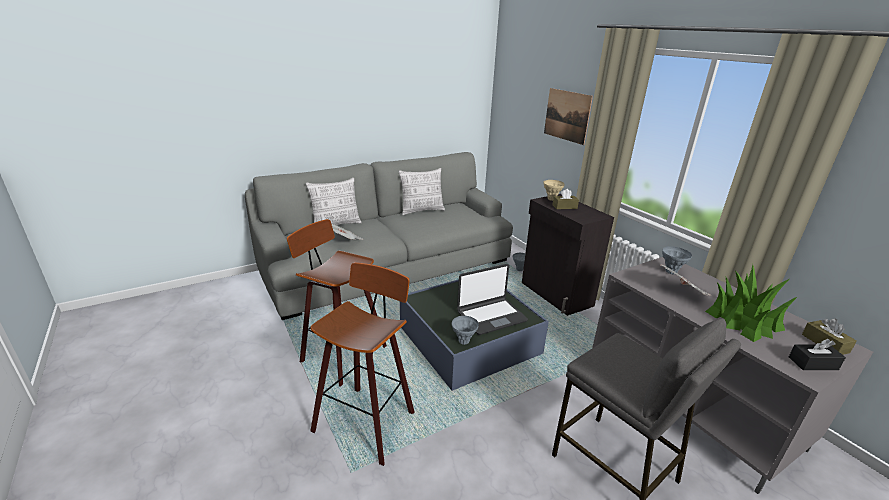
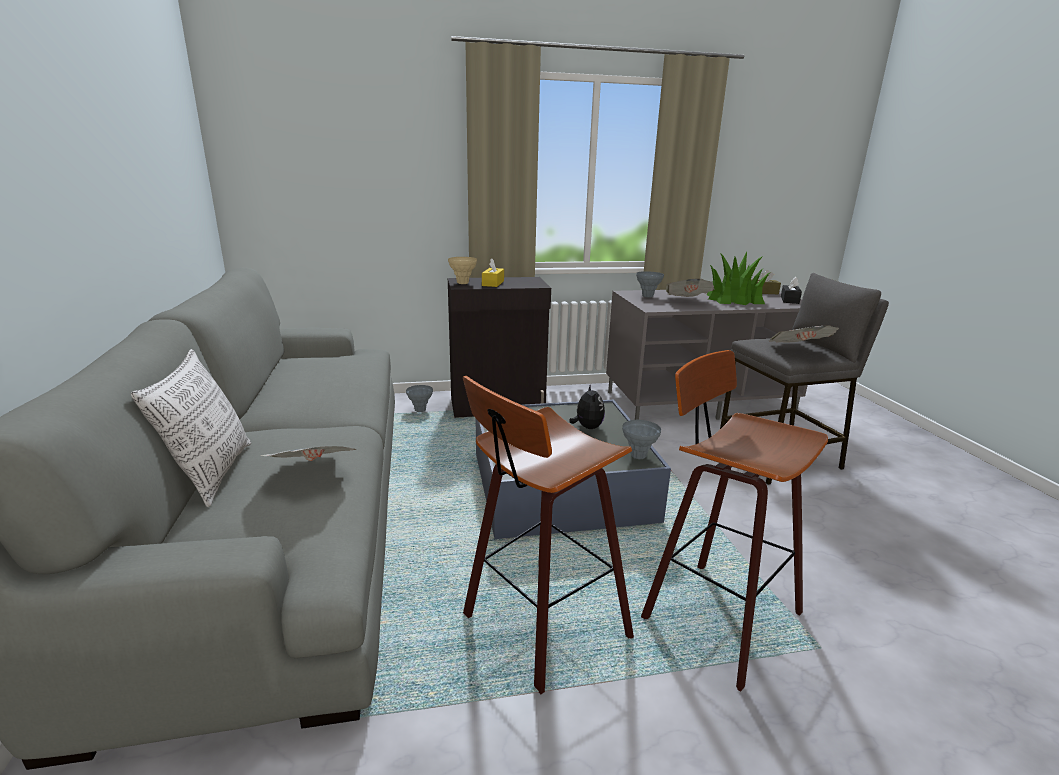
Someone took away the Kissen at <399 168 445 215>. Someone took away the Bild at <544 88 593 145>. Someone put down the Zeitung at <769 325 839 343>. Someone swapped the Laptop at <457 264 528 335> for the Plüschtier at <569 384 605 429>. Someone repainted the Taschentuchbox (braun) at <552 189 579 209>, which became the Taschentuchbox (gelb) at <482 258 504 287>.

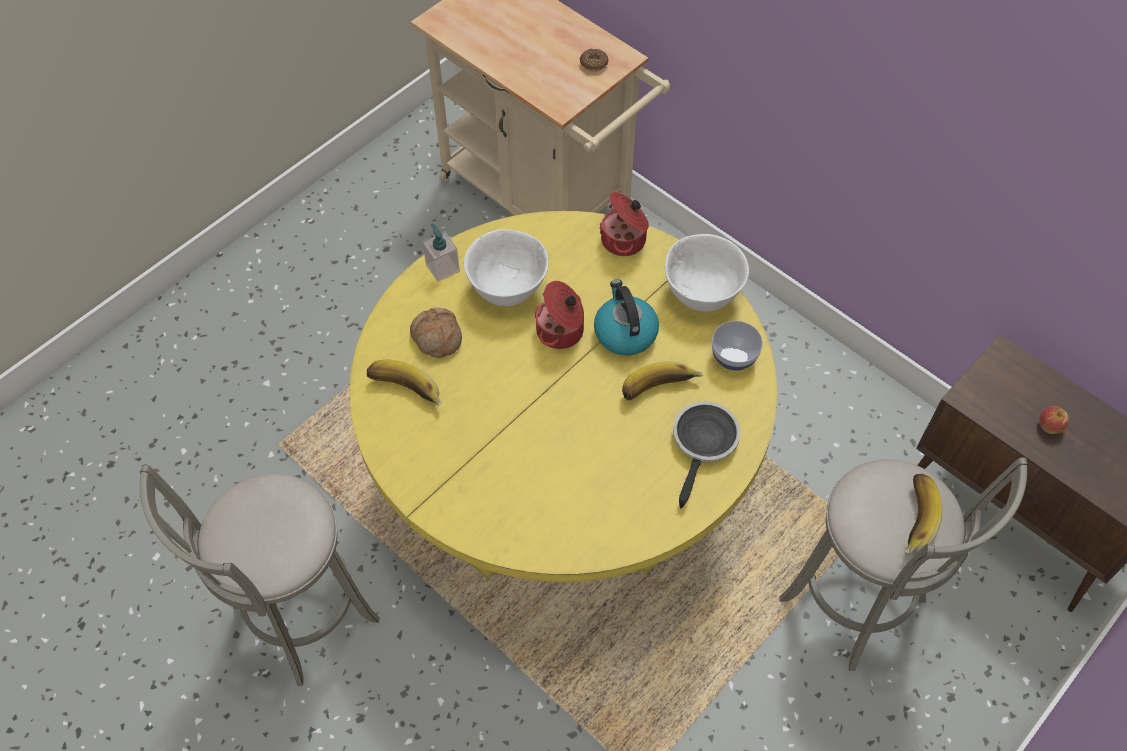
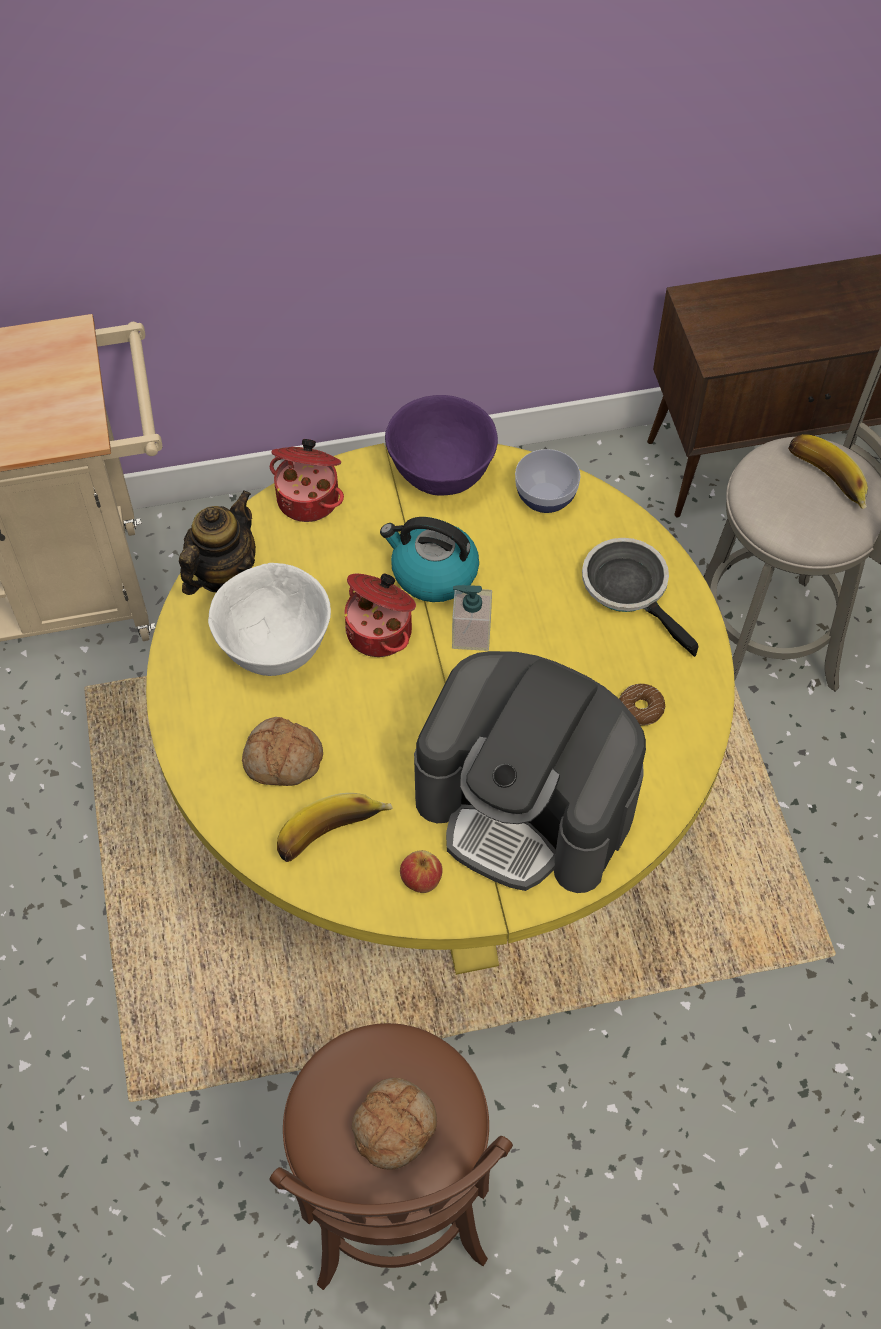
Someone took away the Banane at <622 361 703 401>. Someone put down the Teekanne at <179 490 256 595>. Someone put down the Brot at <352 1078 437 1170>. Someone put down the Kaffeemaschine at <414 651 646 893>. Someone carried the Seifenspender from <422 223 460 282> to <452 585 492 651>. Someone carried the Donut from <580 49 609 72> to <619 684 665 726>. Someone carried the Apfel from <1039 406 1069 434> to <400 850 443 893>. Someone repainted the Hocker (grau) at <140 465 379 686>, which became the Hocker (braun) at <270 1023 513 1290>. Someone repainted the Schüssel (weiß) at <665 234 749 312>, which became the Schüssel (lila) at <385 395 498 496>.

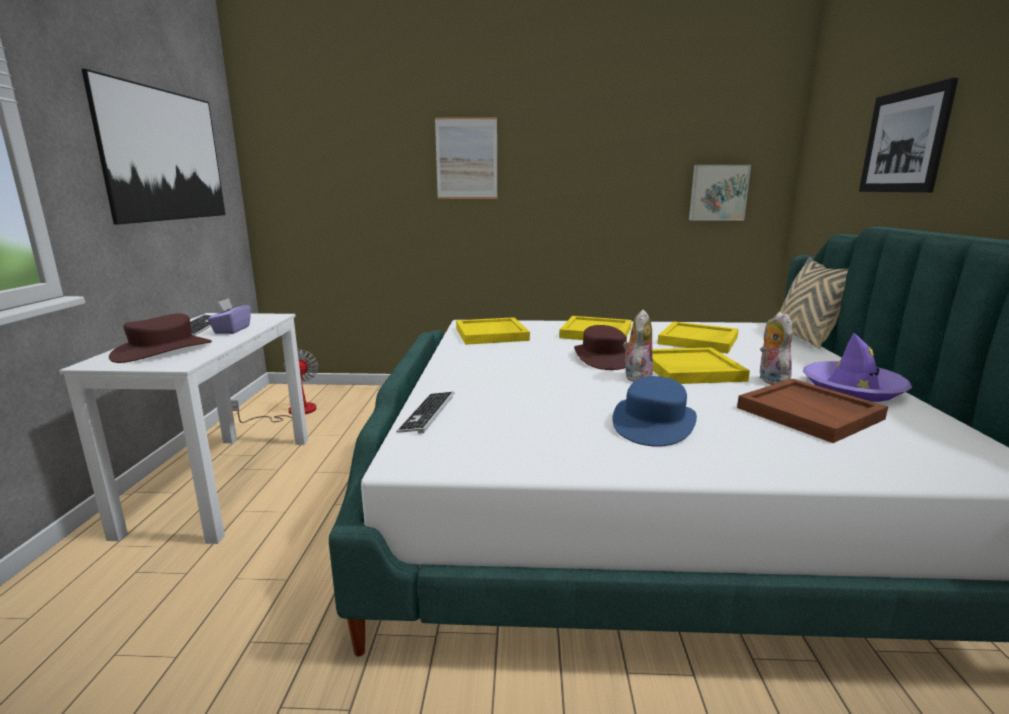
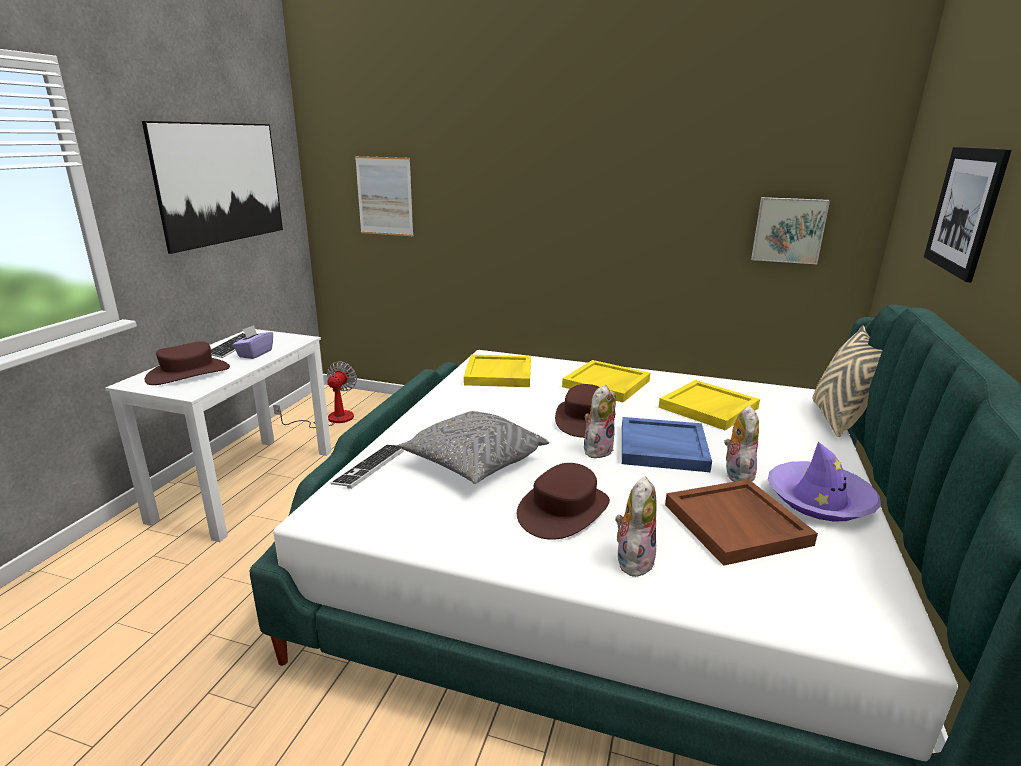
Someone put down the Kissen (grau) at <398 411 549 484>. Someone put down the Plüschtier at <615 476 657 577>. Someone carried the Bild from <435 117 497 199> to <355 156 414 236>. Someone repainted the Hut (blau) at <612 376 697 447>, which became the Hut (braun) at <517 463 610 540>. Someone repainted the Tablett (gelb) at <652 347 750 384>, which became the Tablett (blau) at <622 417 712 472>.

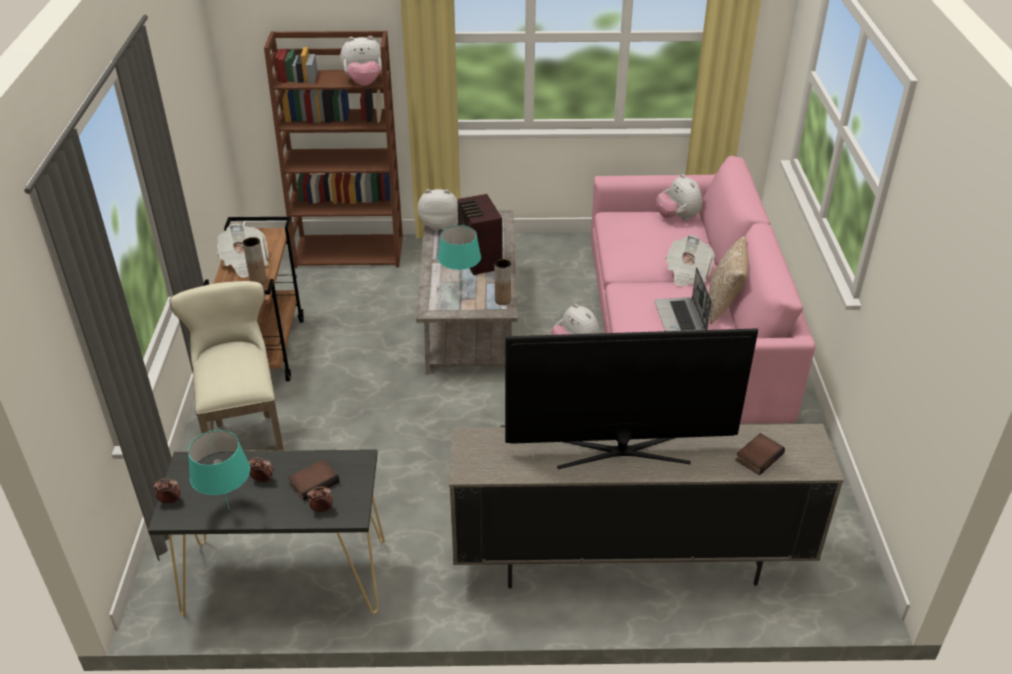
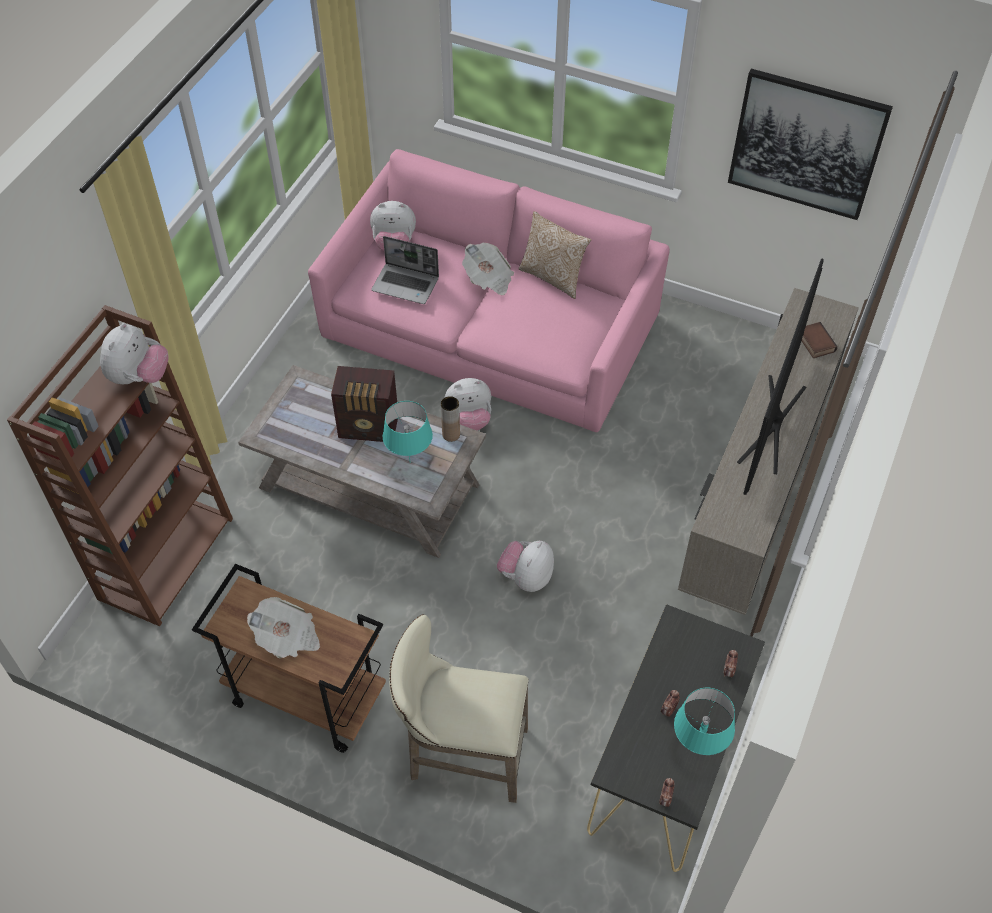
Someone took away the Vase (braun) at <243 237 267 285>. Someone took away the Buch at <288 459 339 501>. Someone put up the Bild at <728 69 893 220>. Someone carried the Plüschtier from <417 189 458 230> to <497 541 554 592>. Someone carried the Laptop from <654 267 712 331> to <371 236 439 304>.

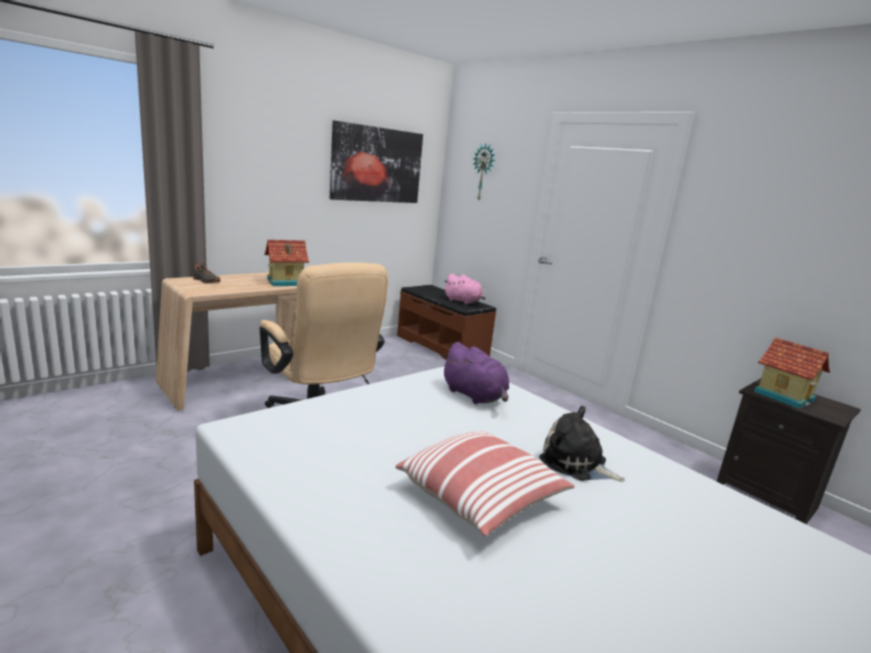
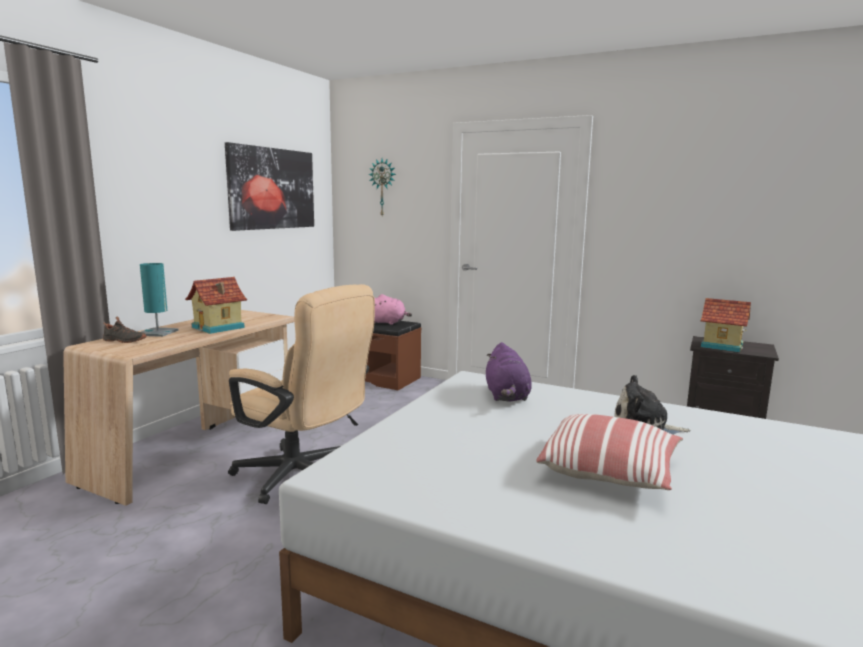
Someone put down the Tischlampe (türkis) at <140 263 179 337>. Someone rotated the Plüschtier (lila) at <441 342 509 404> by 60 degrees clockwise.

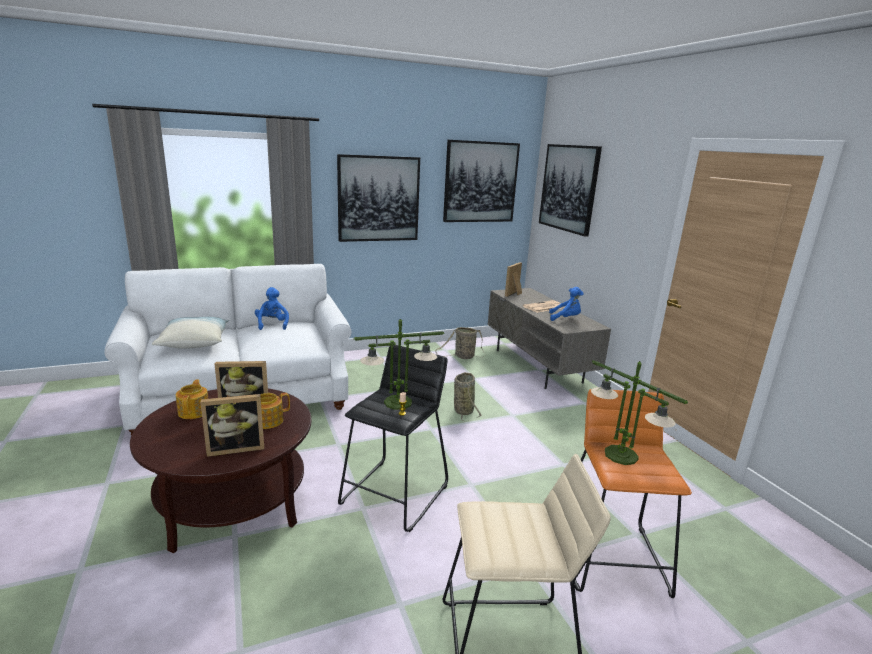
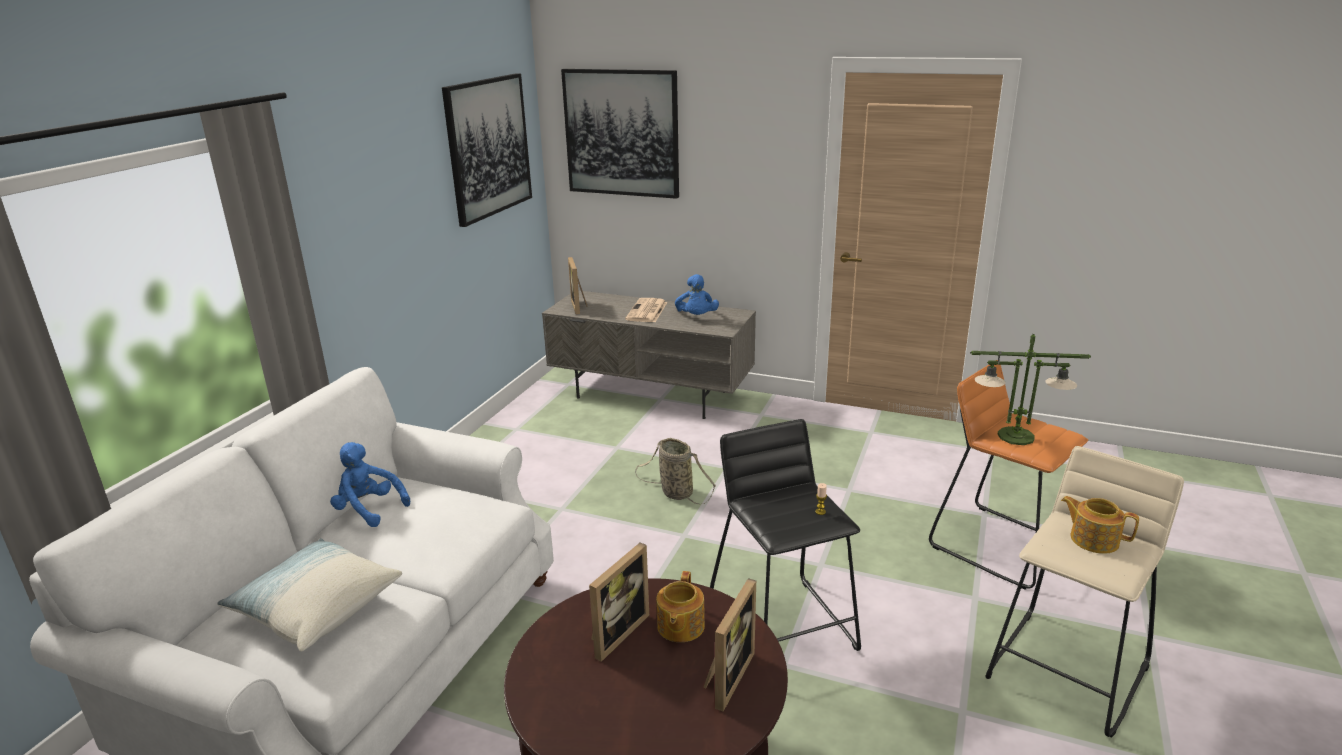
Someone took away the Bild at <337 154 420 242>. Someone took away the Tischlampe at <353 319 444 410>. Someone took away the Korb at <435 327 485 359>. Someone carried the Teekanne from <176 379 208 419> to <1061 496 1139 554>. Someone rotated the Plüschtier (blau) at <549 287 584 321> by 120 degrees clockwise.

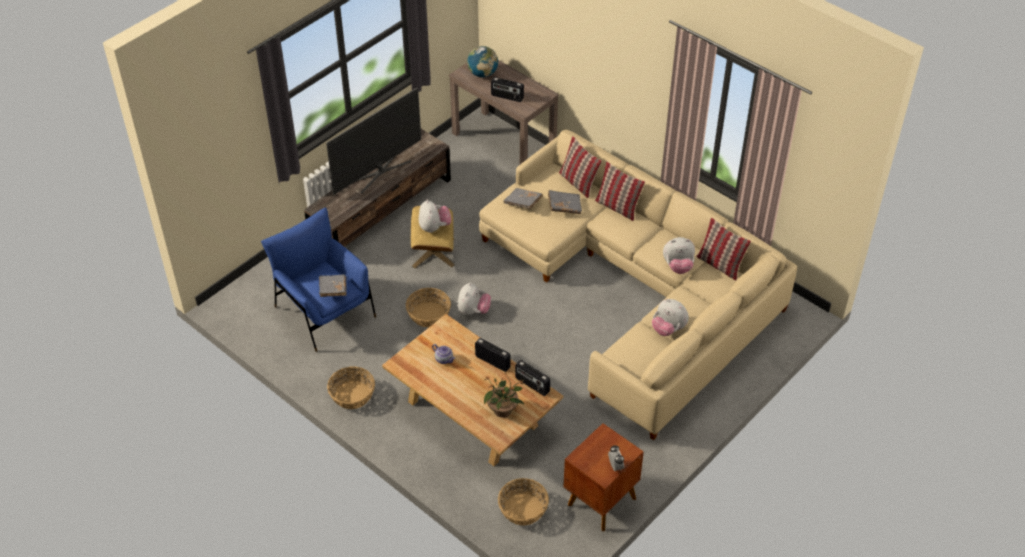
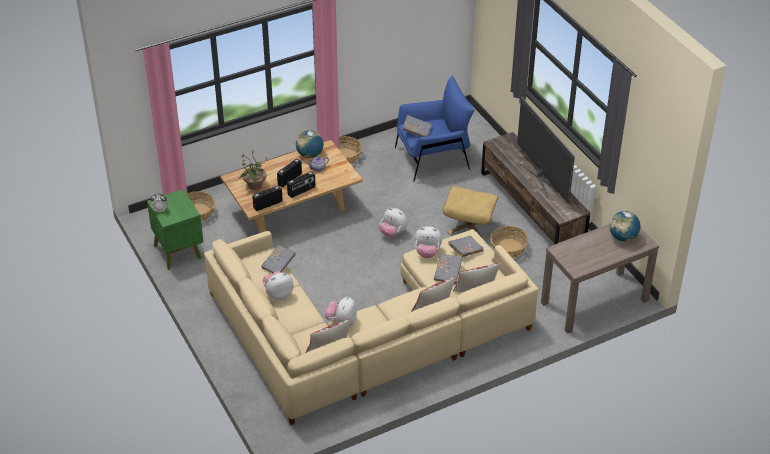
Someone put down the Buch (grau) at <261 245 296 273>. Someone put down the Globus at <296 130 323 158>. Someone carried the Korb from <406 288 451 327> to <490 226 529 258>. Someone carried the Plüschtier from <419 200 451 233> to <414 226 442 258>. Someone carried the Radio from <491 77 524 102> to <277 159 302 188>. Someone repainted the Nachttisch (braun) at <563 423 644 531>, which became the Nachttisch (grün) at <147 189 204 270>.

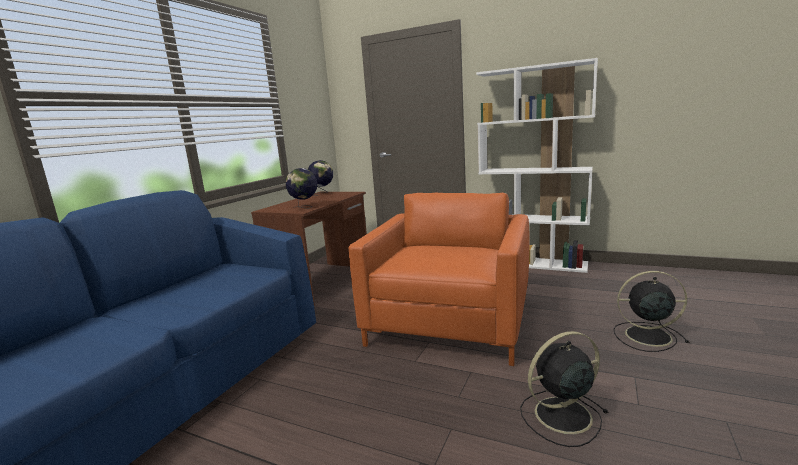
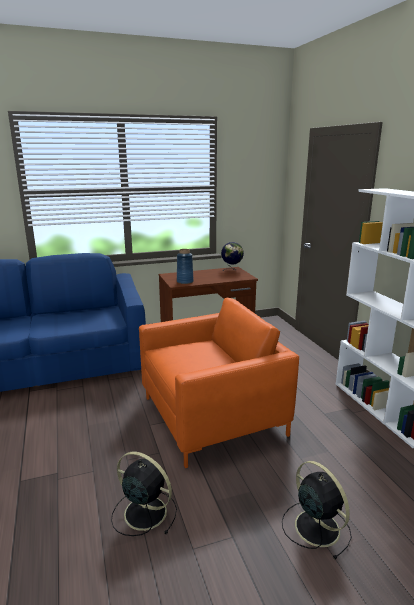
Someone swapped the Globus at <286 168 317 208> for the Vase (blau) at <177 249 194 284>.

